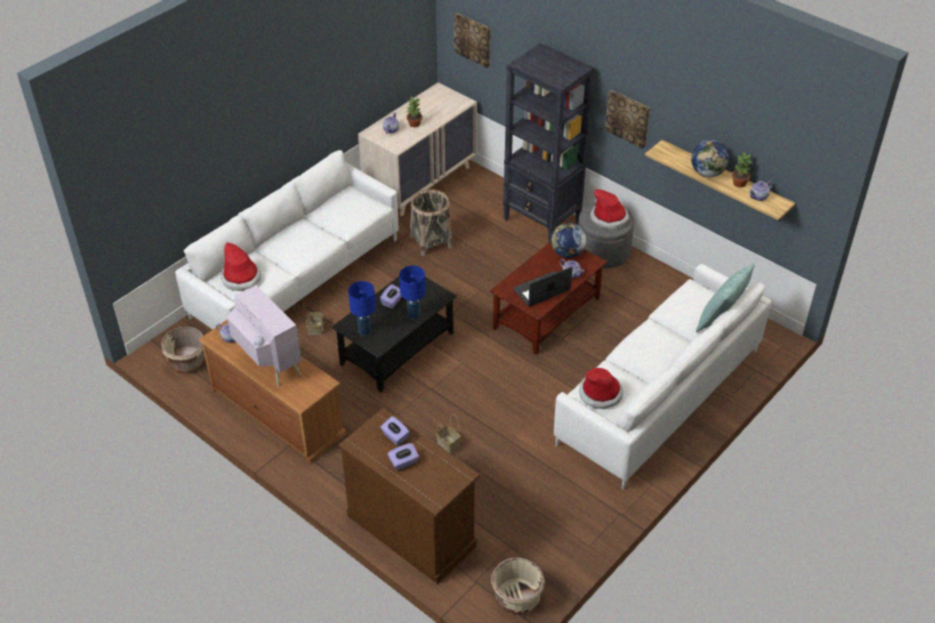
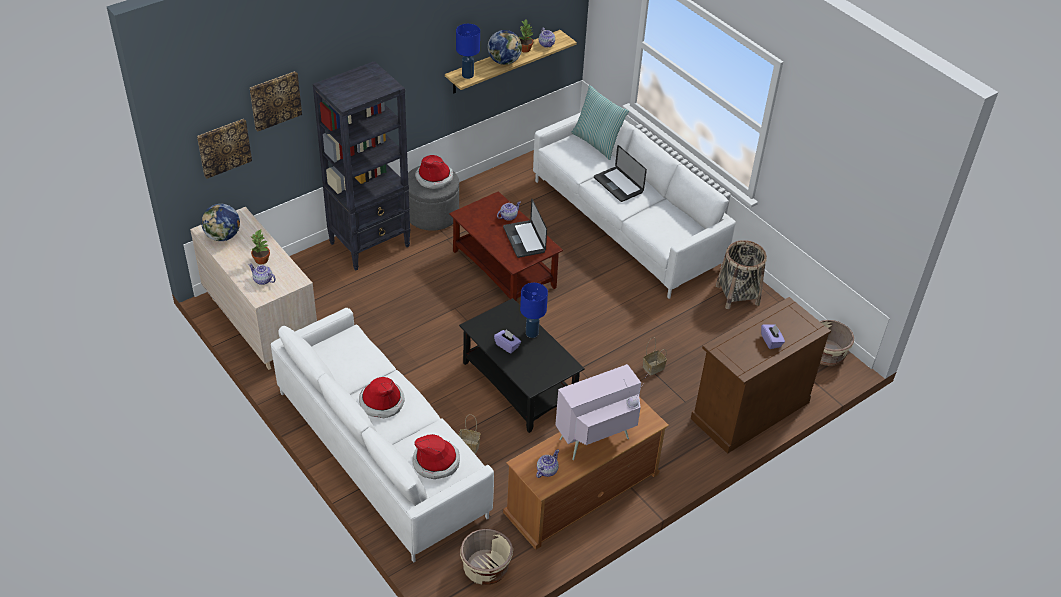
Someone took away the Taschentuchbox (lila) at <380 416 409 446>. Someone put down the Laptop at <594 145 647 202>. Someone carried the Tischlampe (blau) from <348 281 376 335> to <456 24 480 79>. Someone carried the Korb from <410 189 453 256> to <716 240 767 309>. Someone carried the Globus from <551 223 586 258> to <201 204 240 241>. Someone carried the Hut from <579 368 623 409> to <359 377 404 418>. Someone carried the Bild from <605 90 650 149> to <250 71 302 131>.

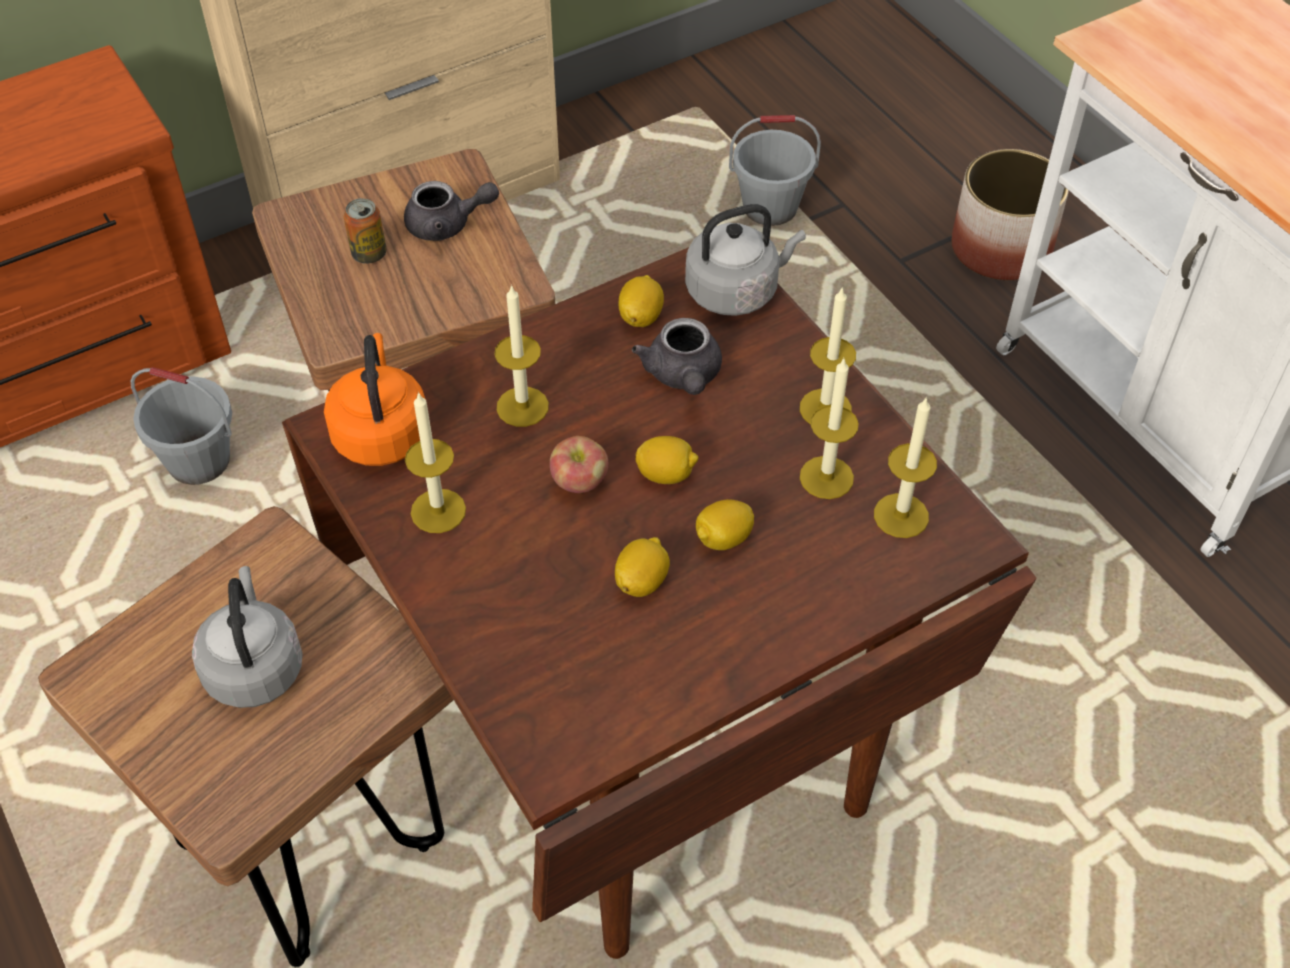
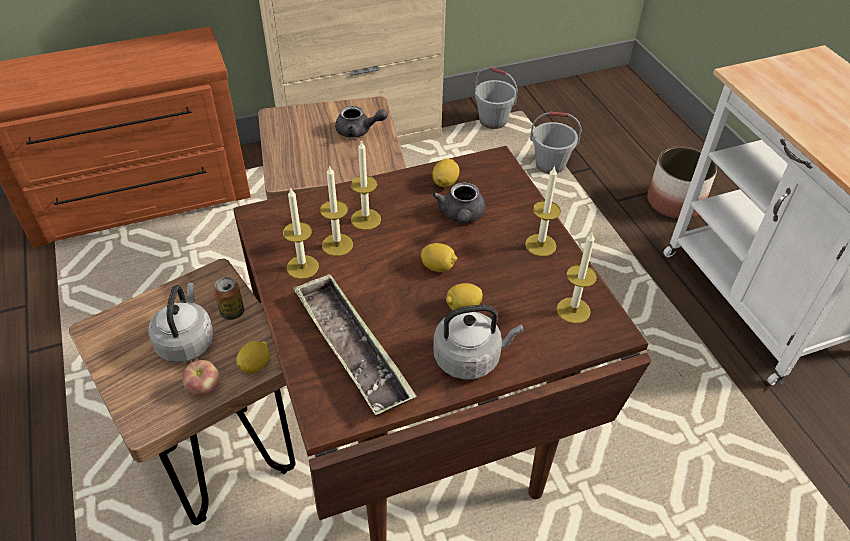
Someone took away the Wasserkessel (orange) at <324 333 425 466>. Someone put down the Tablett at <293 273 417 415>. Someone carried the Eimer (grau) from <131 367 232 485> to <475 67 518 129>. Someone carried the Dose from <344 198 387 264> to <213 277 244 320>. Someone carried the Apfel from <550 436 608 493> to <182 360 220 395>. Someone carried the Zitrone from <615 537 670 597> to <236 341 270 373>. Someone carried the Wasserkessel (grau) from <685 204 806 316> to <433 305 523 380>. Someone carried the Kerze from <800 359 859 499> to <320 165 353 256>.

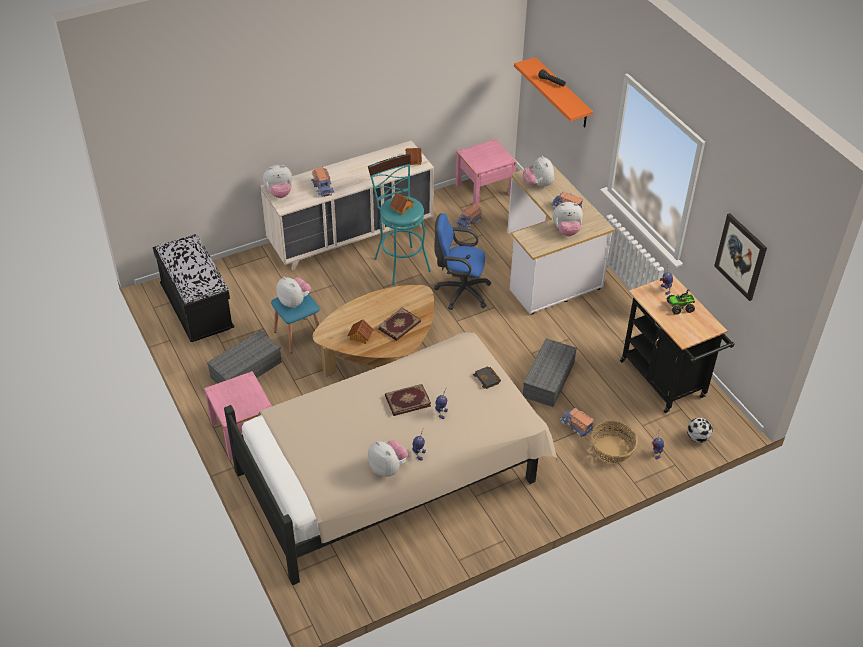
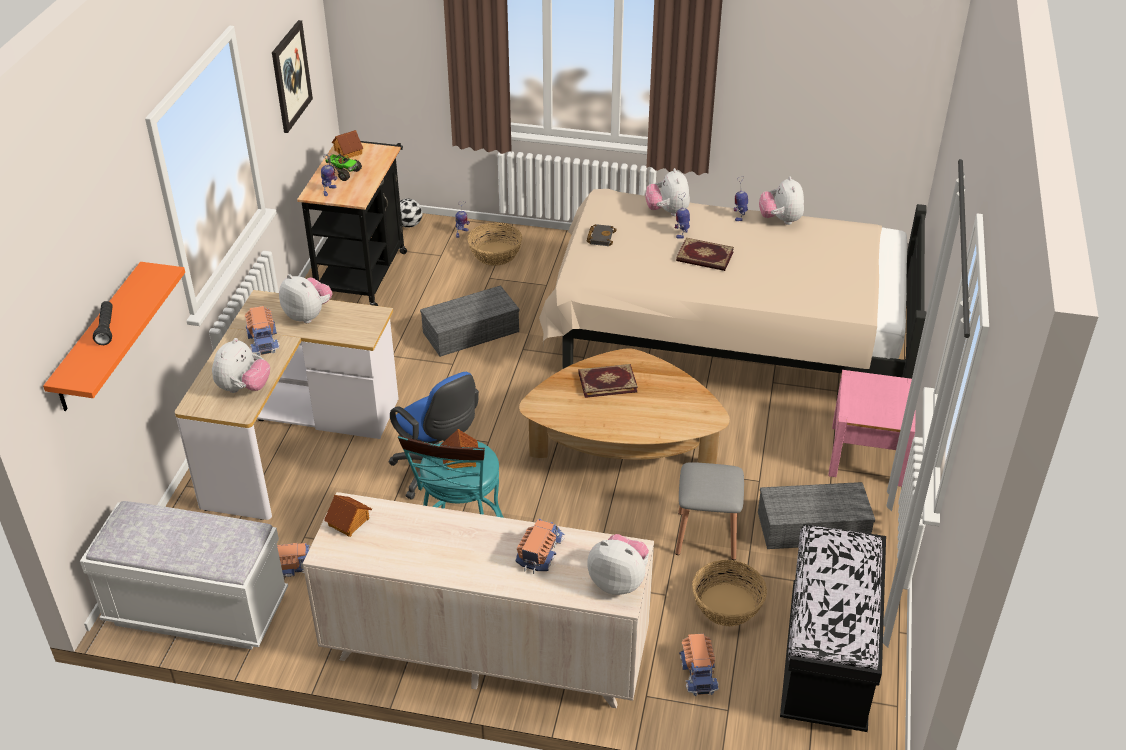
Someone put down the Korb at <692 560 767 626>. Someone carried the Plüschtier from <276 277 311 308> to <645 168 690 216>. Someone carried the Spielzeughaus from <347 319 374 344> to <332 130 363 158>. Someone carried the Spielzeuglaster from <560 408 594 437> to <679 634 719 696>. Someone swapped the Nachttisch (rosa) at <455 139 517 206> for the Bank (weiß) at <80 501 288 649>. Someone repainted the Hocker (blau) at <271 294 320 353>, which became the Hocker (grau) at <675 462 744 560>.

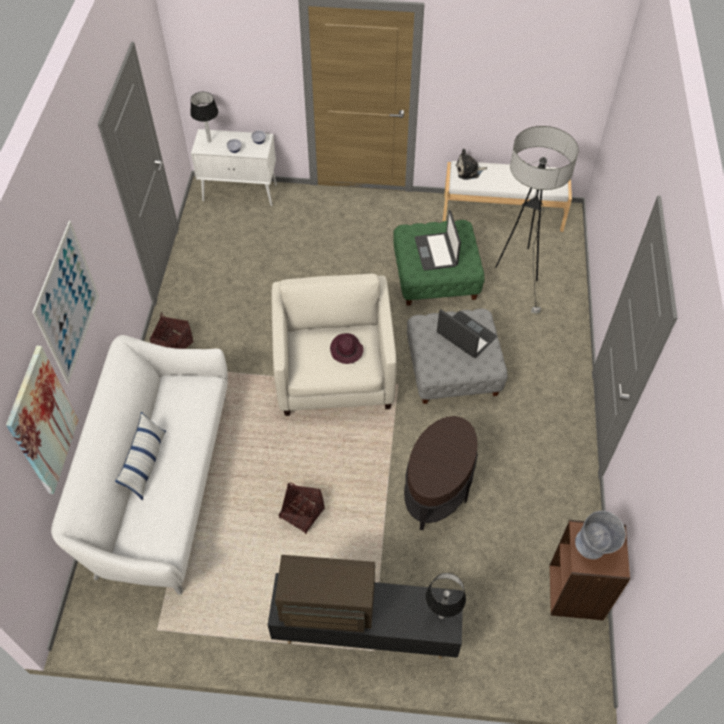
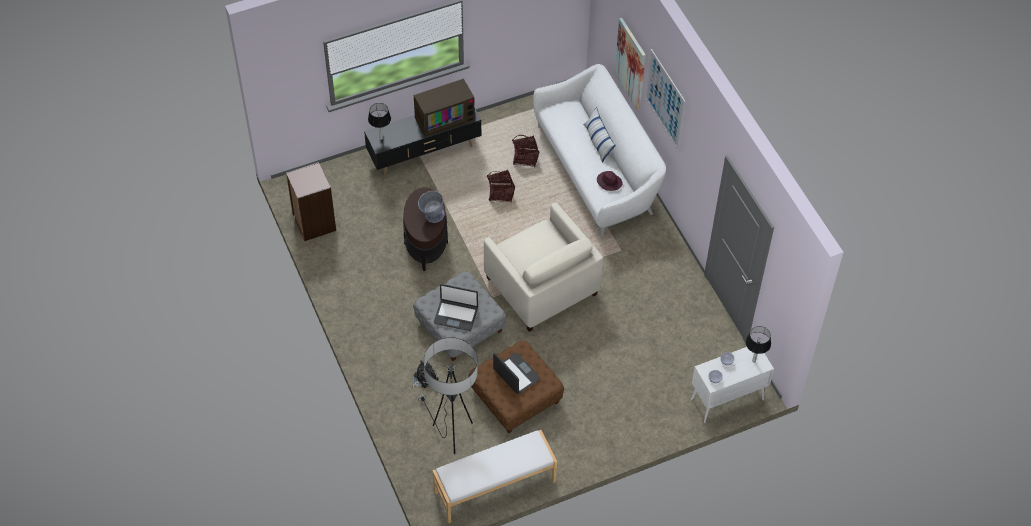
Someone carried the Korb from <150 313 193 349> to <512 135 540 167>. Someone carried the Hut (lila) from <330 333 363 364> to <597 171 622 191>. Someone carried the Plüschtier from <456 149 487 180> to <411 360 439 388>. Someone carried the Schüssel (grau) from <575 511 626 559> to <418 191 445 223>. Someone repainted the Polsterhocker (grün) at <393 220 485 306>, which became the Polsterhocker (braun) at <469 341 564 433>.

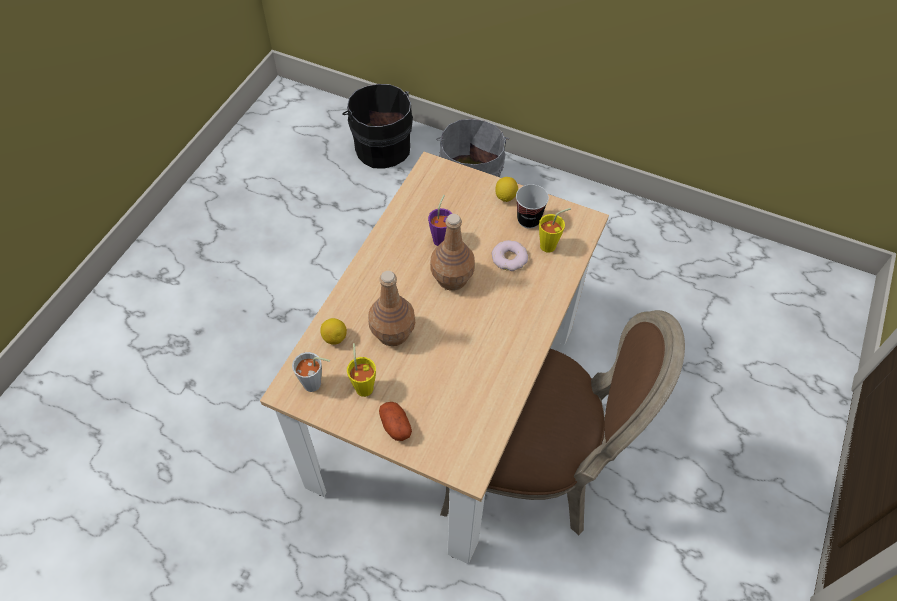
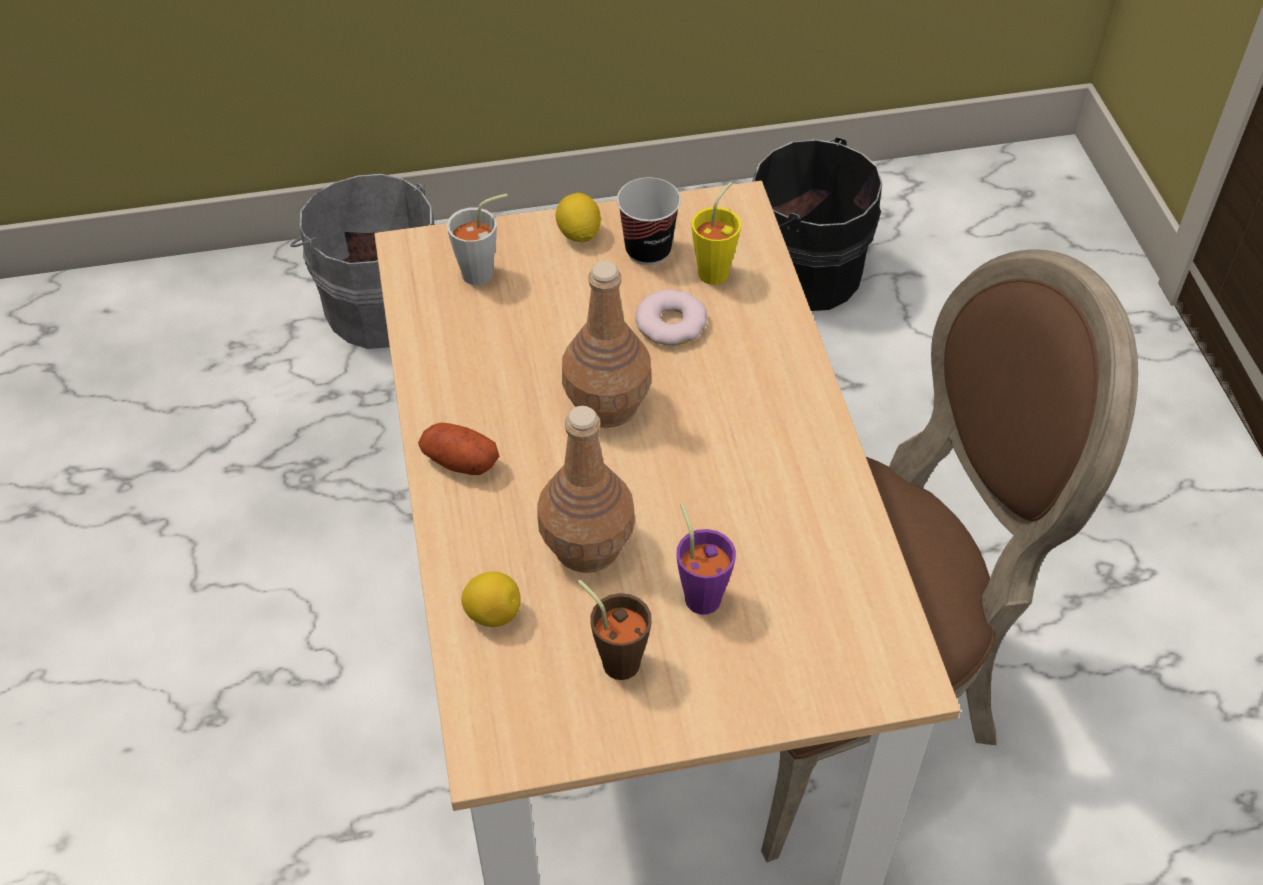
Someone carried the Tasse (grau) from <292 352 330 392> to <447 194 508 285>. Someone carried the Eimer (schwarz) from <342 84 413 169> to <752 137 882 311>. Someone carried the Kartoffel from <379 402 412 441> to <418 423 499 475>. Someone carried the Tasse (lila) from <428 195 452 246> to <676 503 736 615>. Someone repainted the Tasse (gelb) at <347 343 376 397>, which became the Tasse (braun) at <577 580 652 680>.

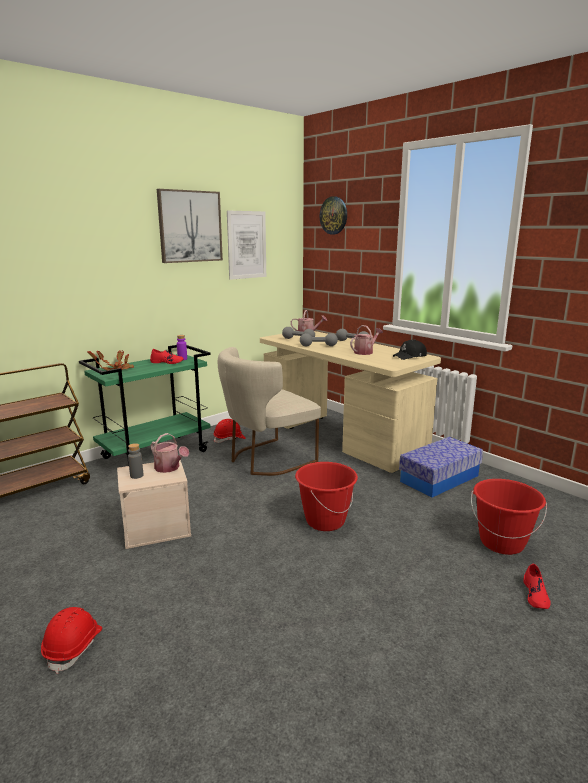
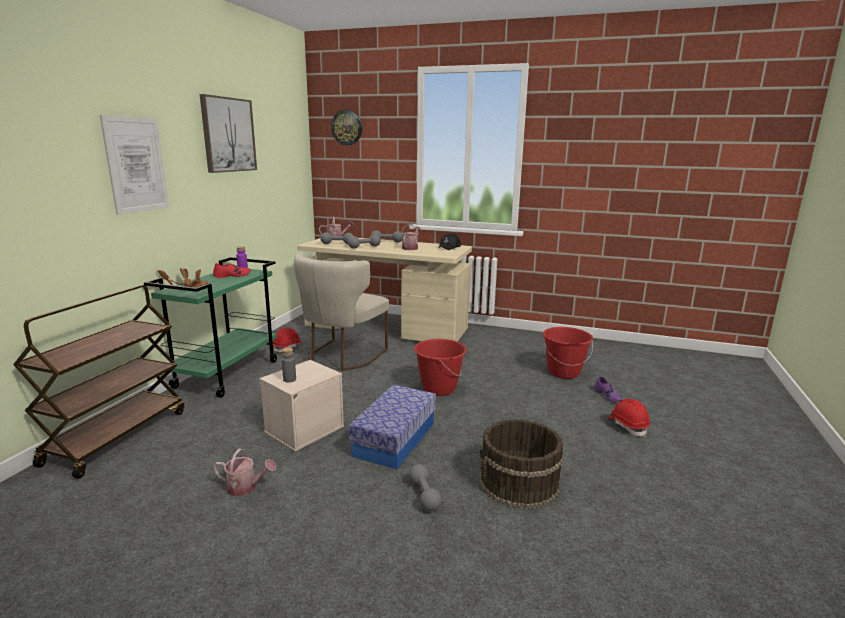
Someone put down the Hantel (grau) at <409 464 442 512>. Someone put down the Eimer (braun) at <479 419 564 509>. Someone carried the Schutzhelm (rot) from <41 607 102 674> to <607 399 650 437>. Someone carried the Gießkanne from <151 433 189 473> to <213 449 276 496>. Someone carried the Bild from <227 210 266 280> to <100 115 169 215>. Someone carried the Aufbewahrungsbox from <399 437 483 498> to <349 385 436 469>. Someone repainted the Schuh (rot) at <523 564 551 609>, which became the Schuh (lila) at <594 376 622 402>.

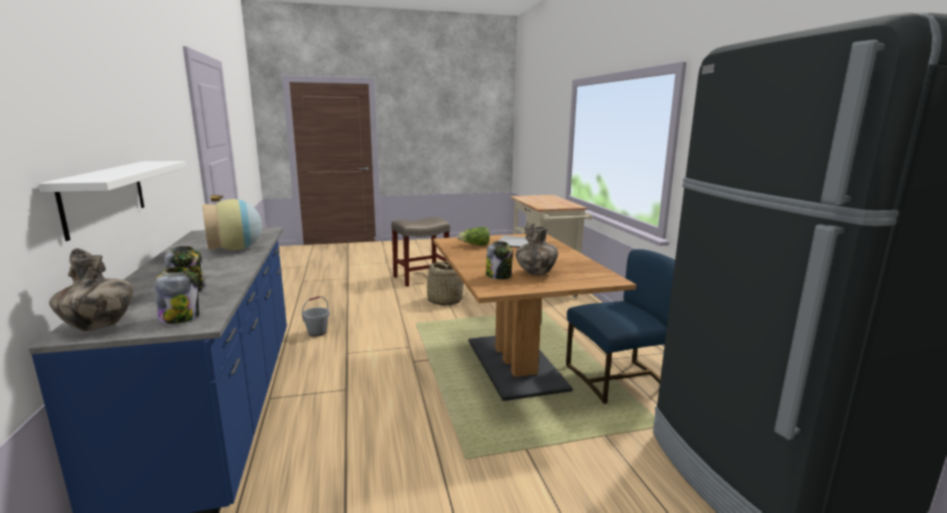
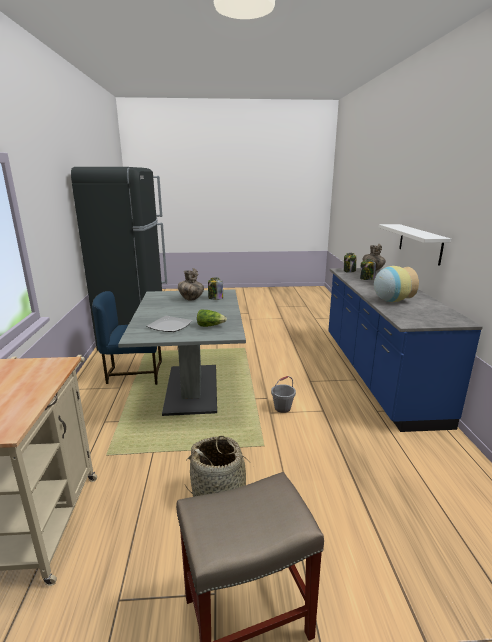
Someone carried the Eimer (grau) from <302 296 330 337> to <271 376 296 413>. Someone repainted the Esstisch (braun) at <433 234 636 401>, which became the Esstisch (grau) at <118 290 246 416>.

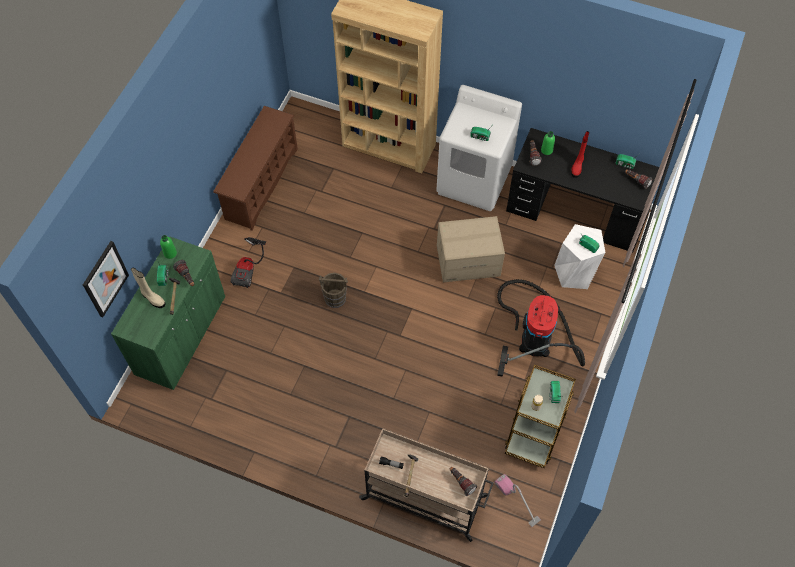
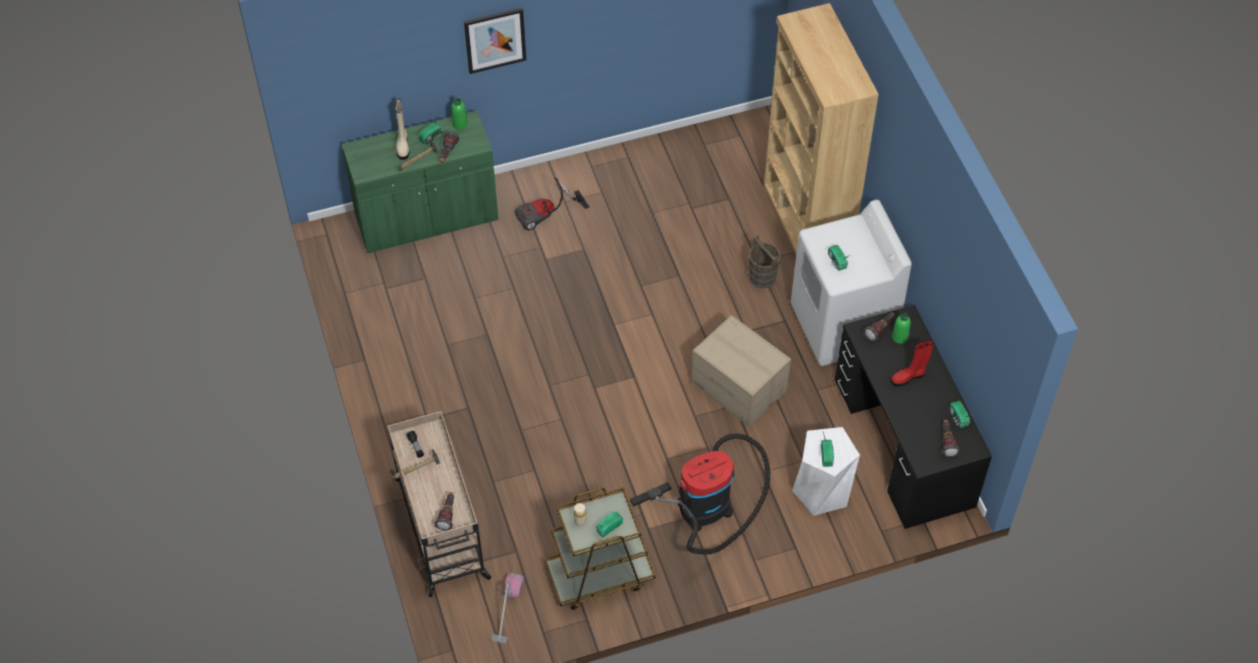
Someone took away the Schuhregal (braun) at <213 106 298 231>. Someone carried the Bild from <83 241 129 317> to <464 8 526 74>. Someone carried the Eimer (braun) from <319 273 348 308> to <749 235 781 288>.

